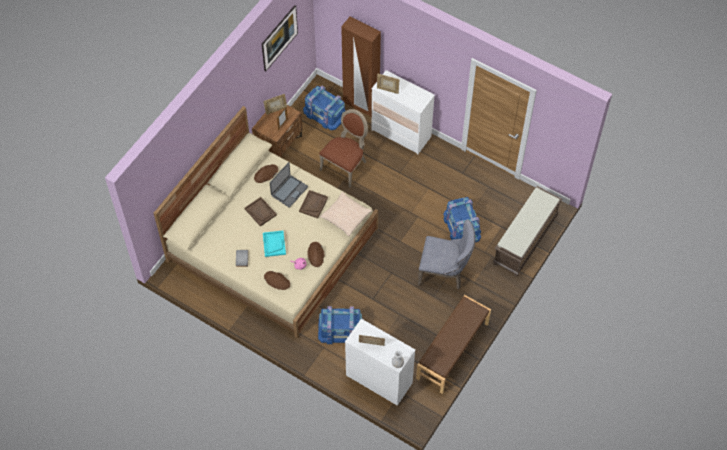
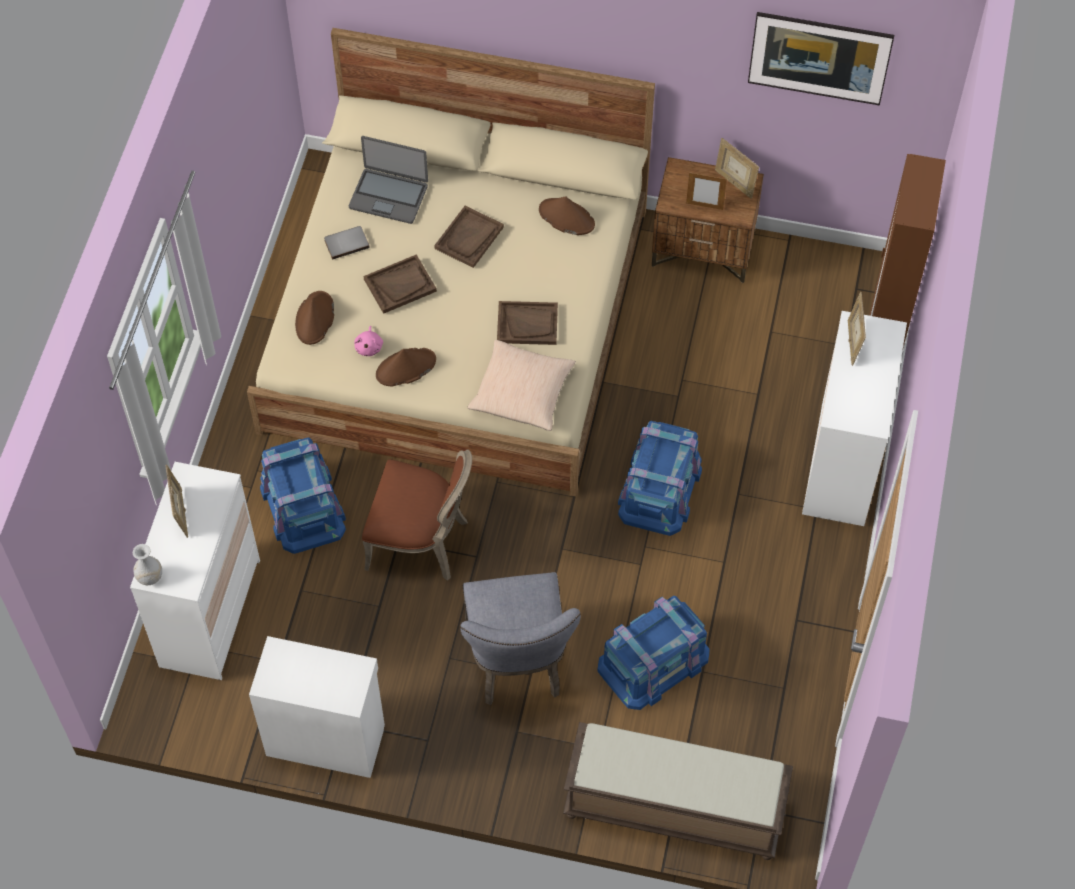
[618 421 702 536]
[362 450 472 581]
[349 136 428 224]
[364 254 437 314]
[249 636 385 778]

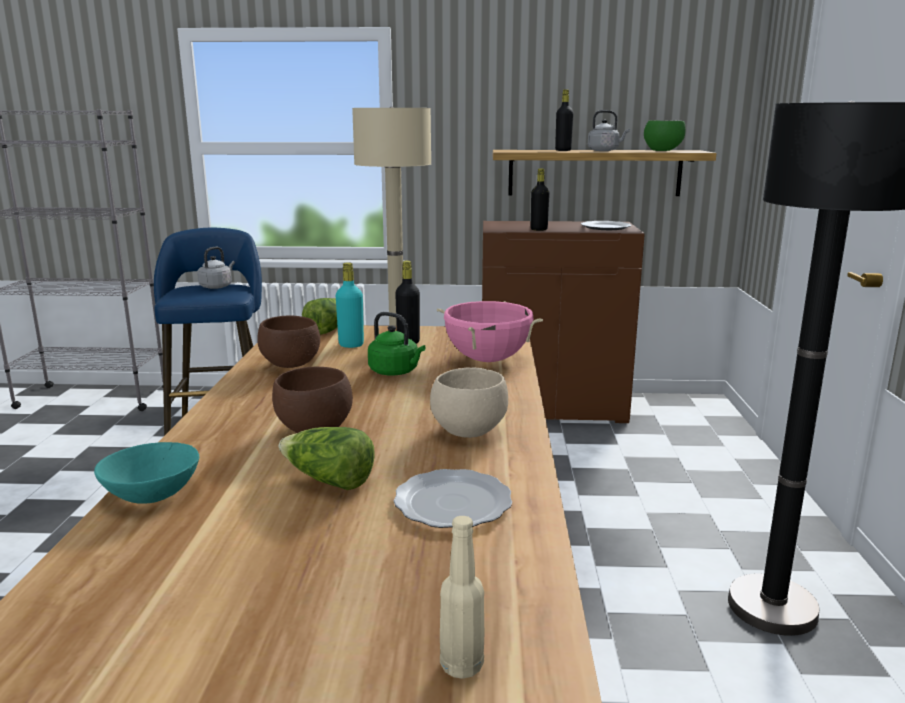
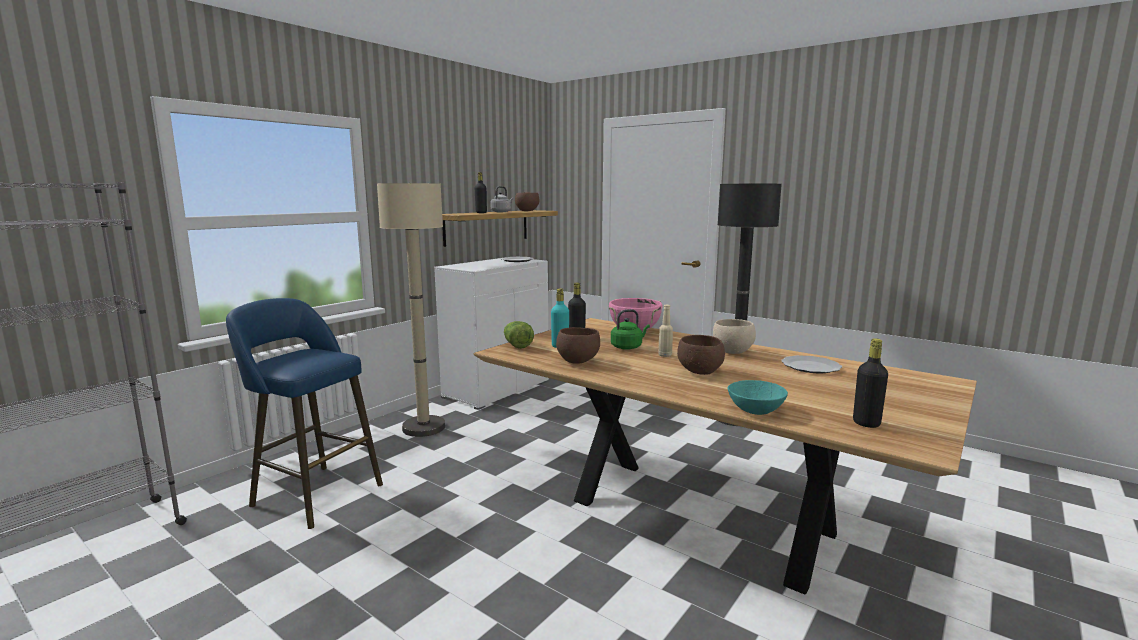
[515 193 539 211]
[853 338 888 428]
[434 258 549 410]
[197 247 235 289] (first image)
[279 427 375 490] (first image)
[658 305 673 357]

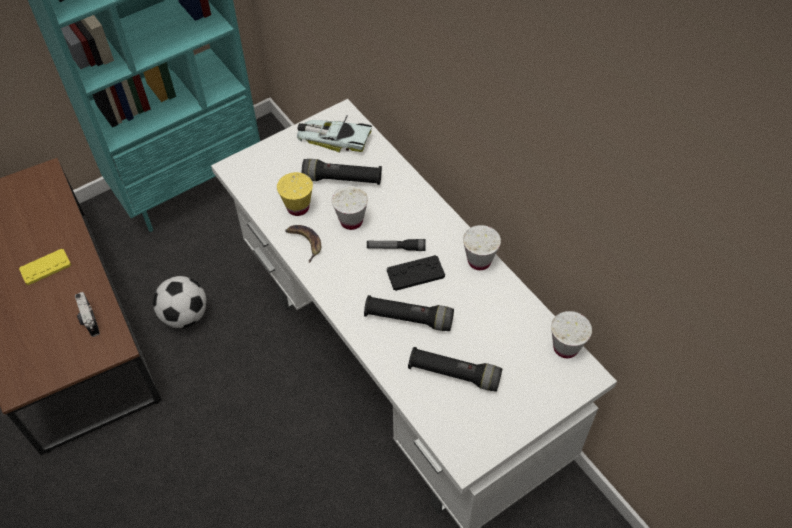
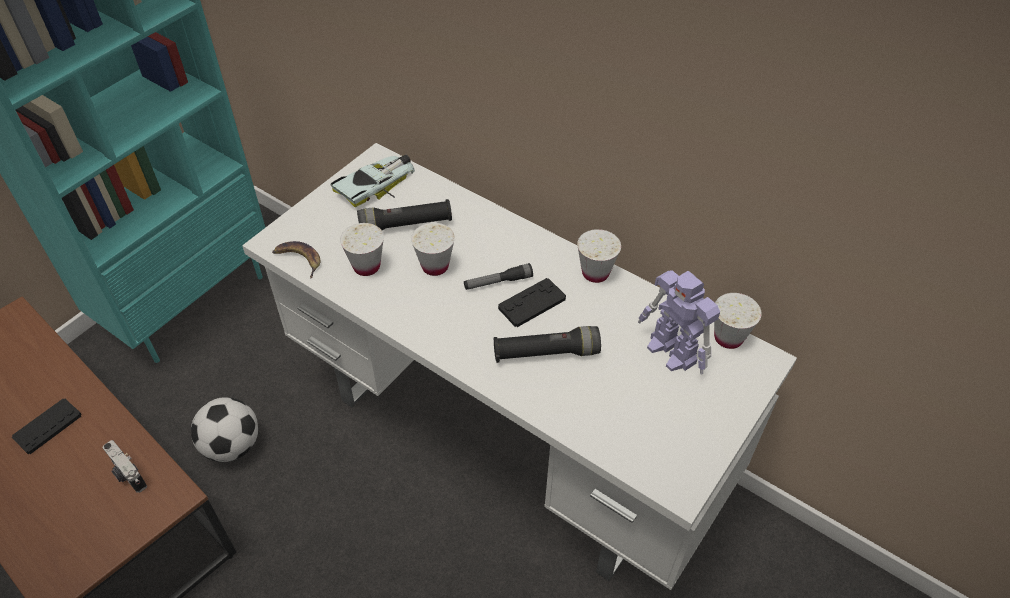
[330 155 415 207]
[340 223 384 276]
[272 241 321 278]
[12 399 82 454]
[408 347 503 392] (first image)
[638 270 720 375]

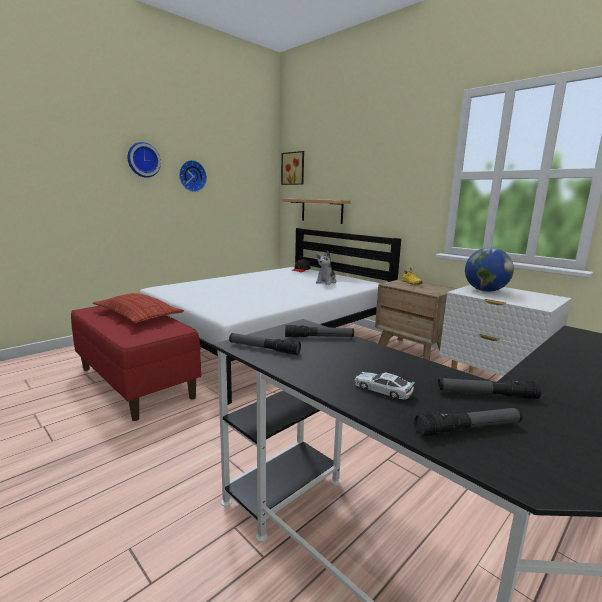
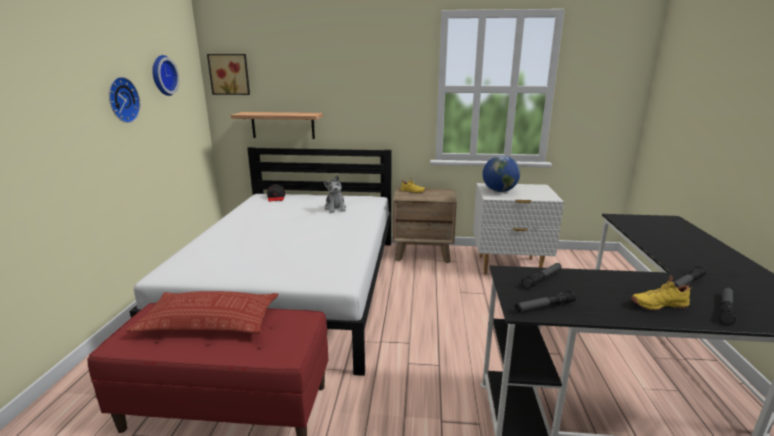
[152 55 180 96]
[631 276 693 310]

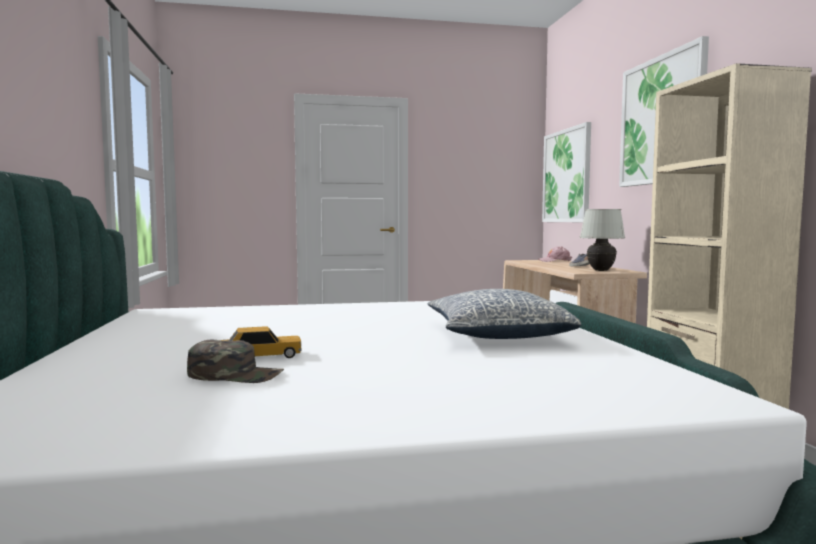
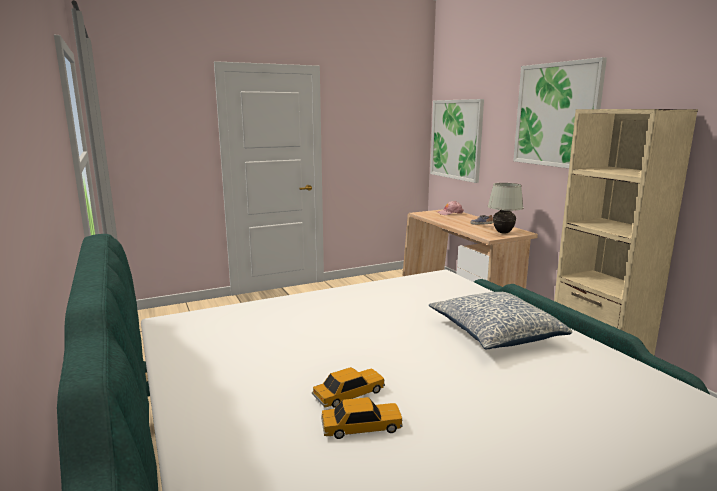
[321 397 403 439]

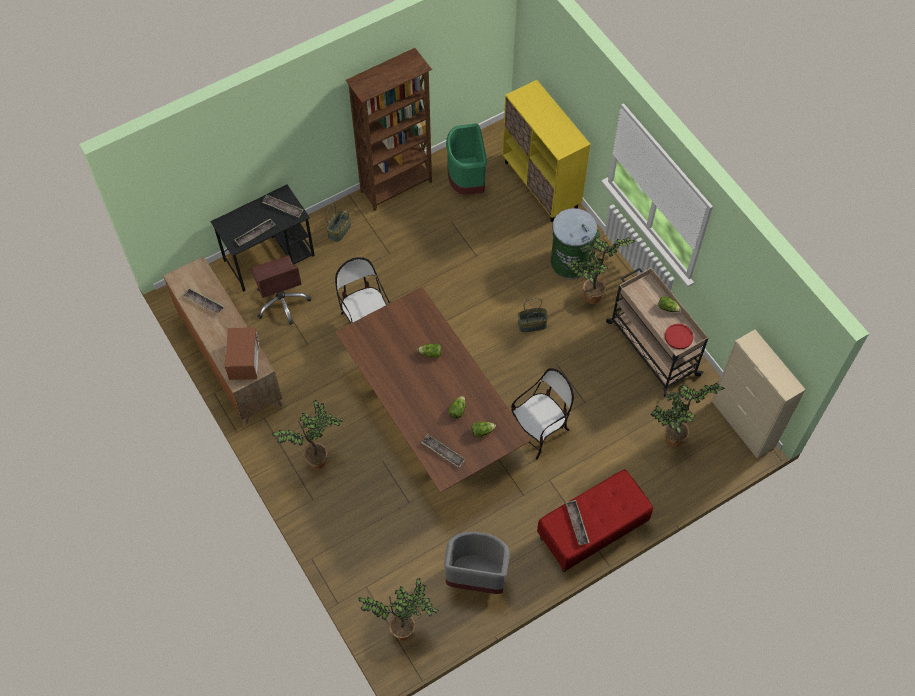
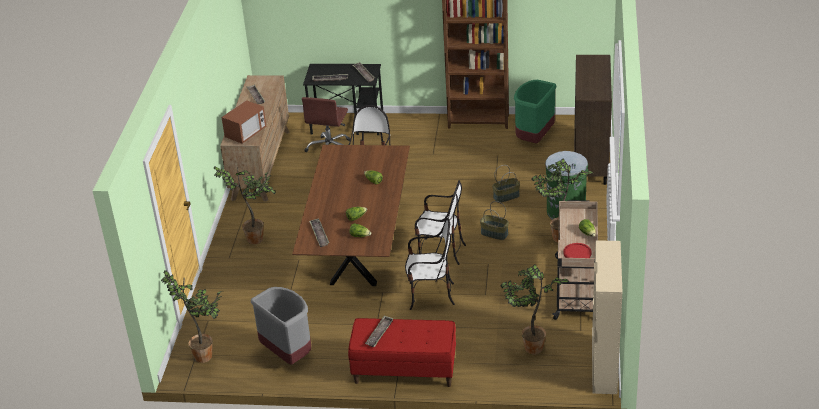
[574 55 612 185]
[492 165 520 203]
[415 180 466 265]

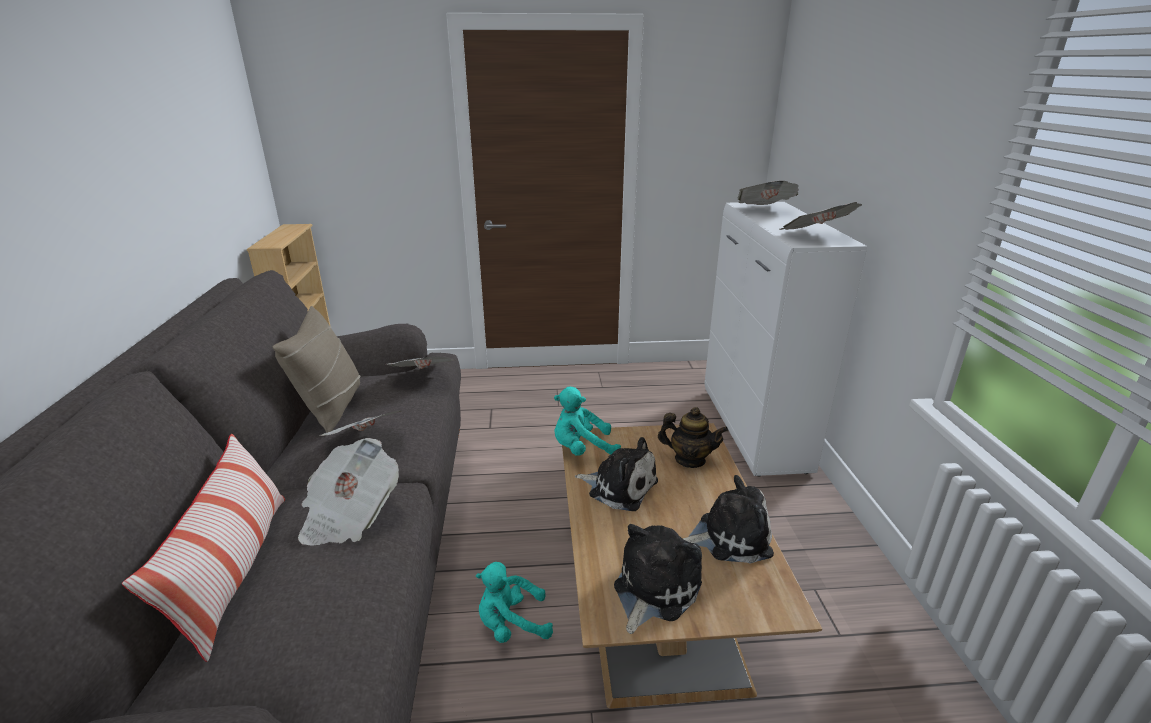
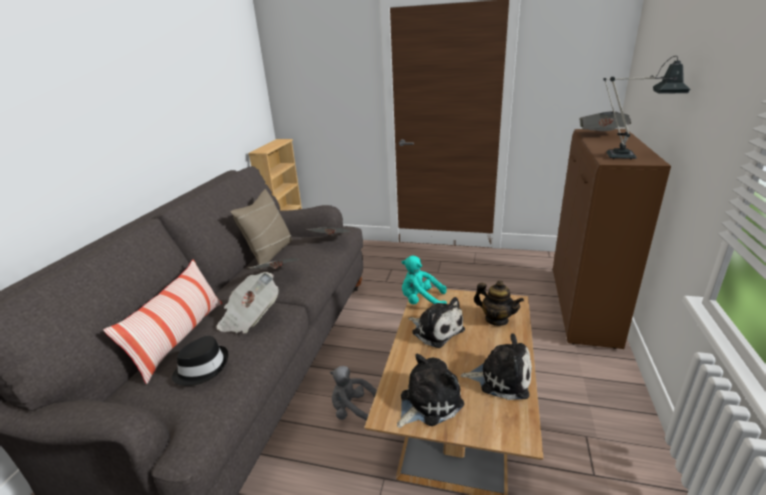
[553 129 671 349]
[603 56 690 160]
[330 366 377 421]
[172 336 228 386]

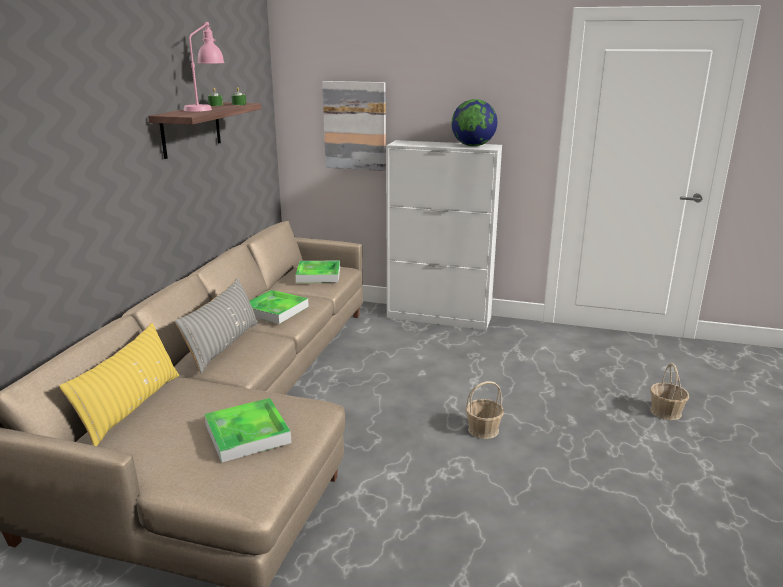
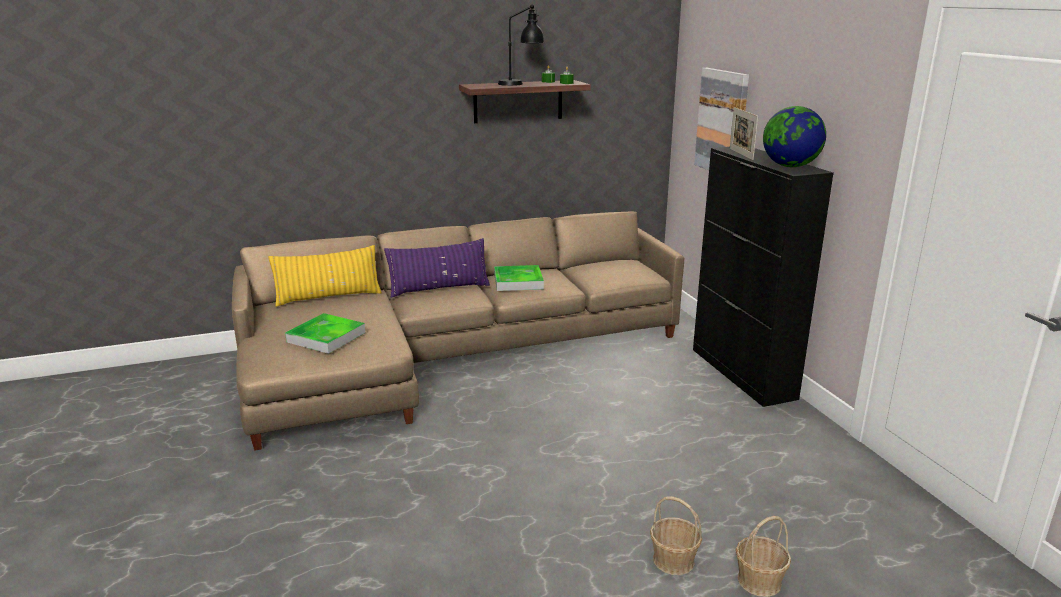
[498 4 545 86]
[693 147 834 407]
[296 260 340 283] (first image)
[384 238 490 298]
[650 496 702 575]
[730 107 758 160]

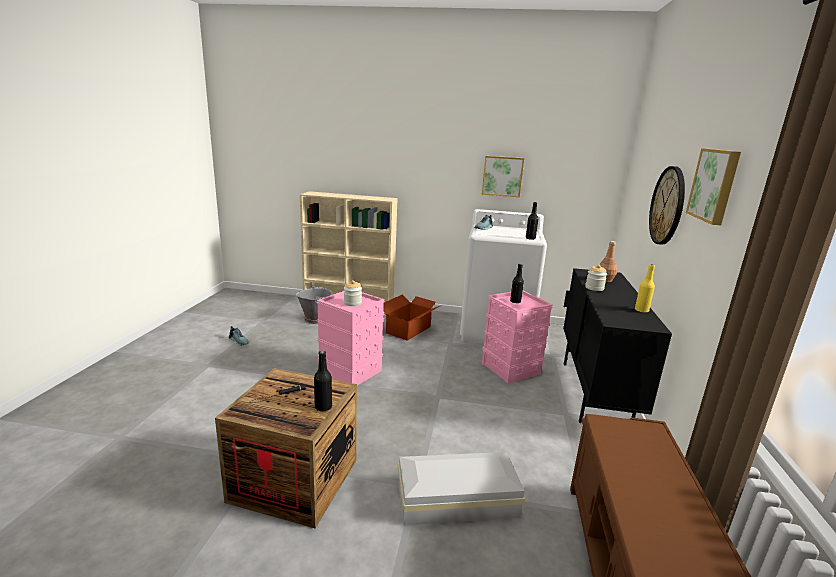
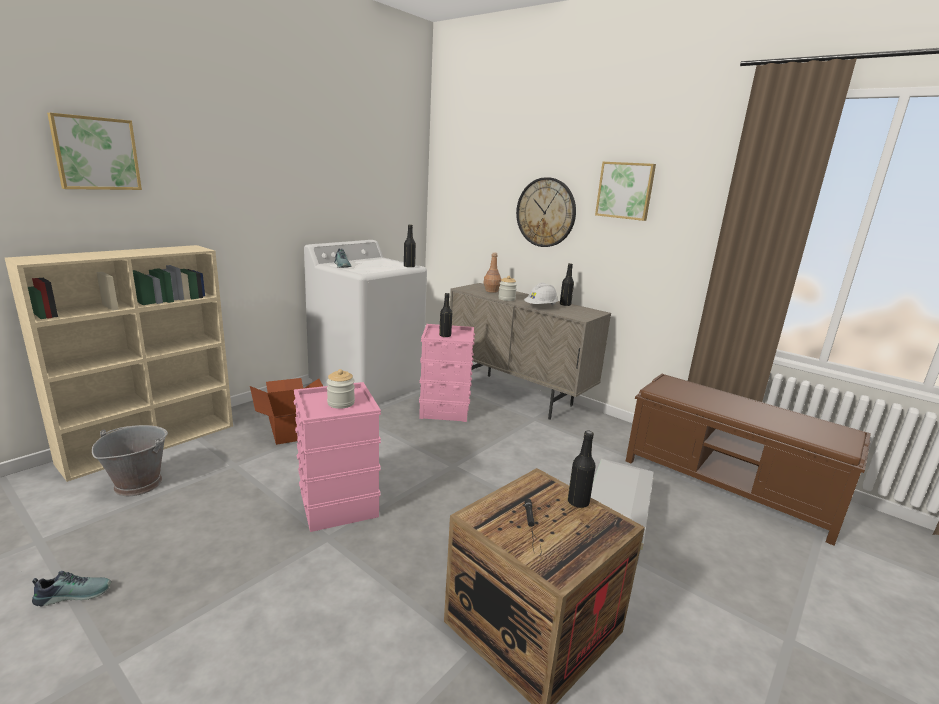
[47 113 142 190]
[560 263 574 306]
[450 283 611 420]
[524 283 558 306]

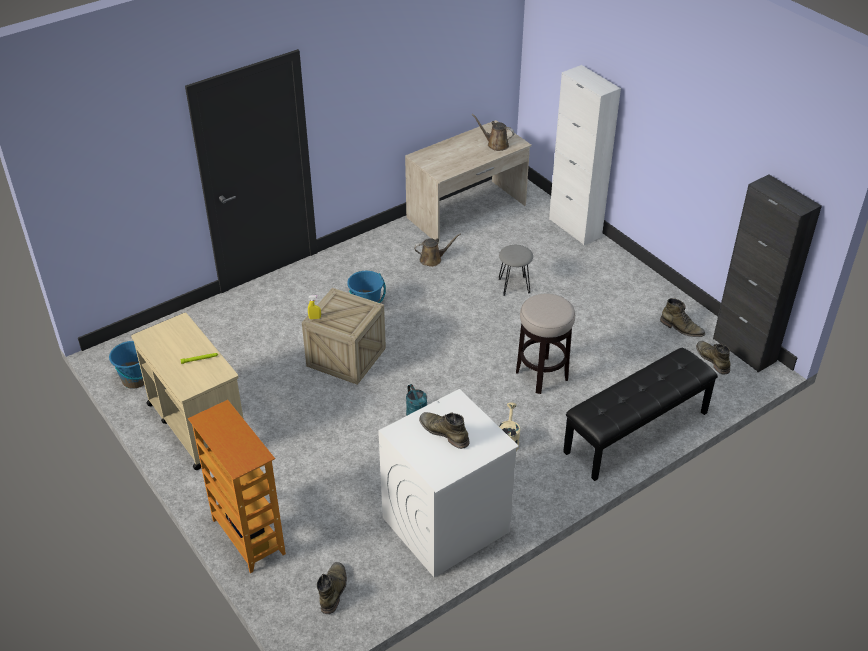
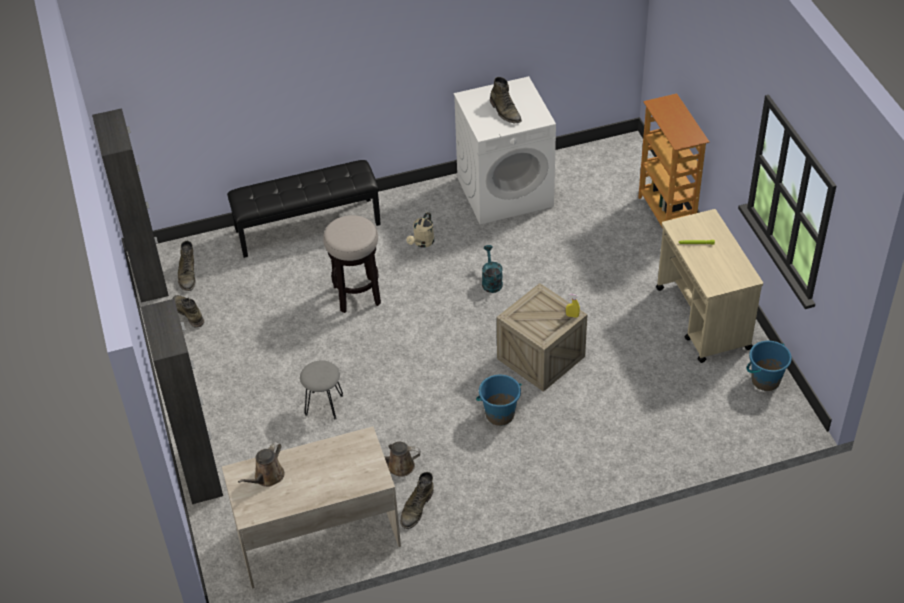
[141 299 223 504]
[238 442 284 487]
[400 472 434 529]

